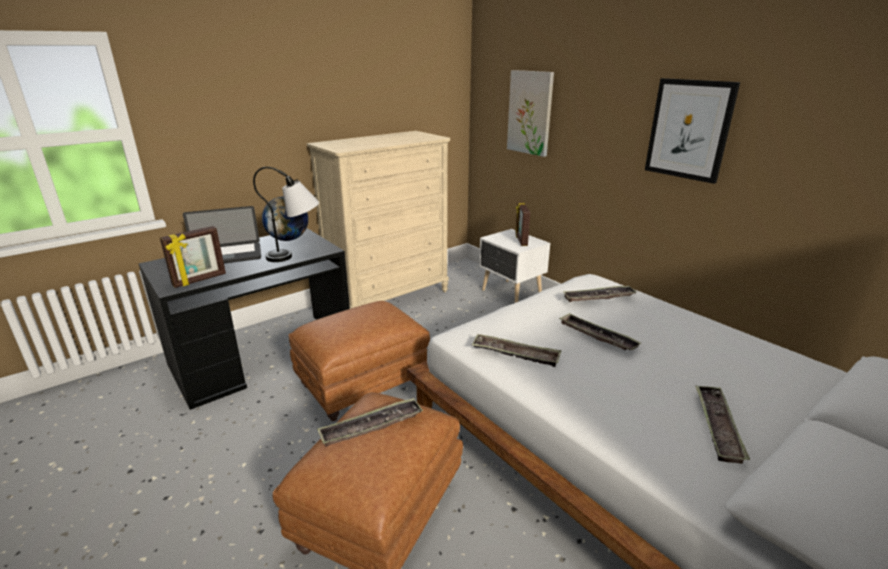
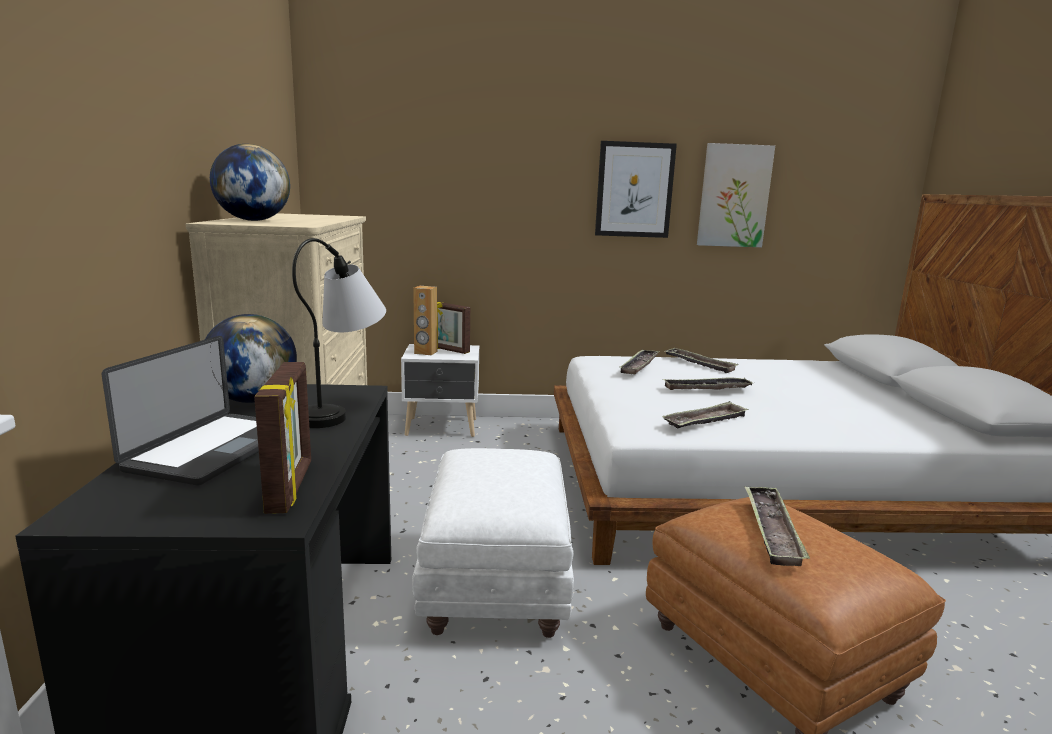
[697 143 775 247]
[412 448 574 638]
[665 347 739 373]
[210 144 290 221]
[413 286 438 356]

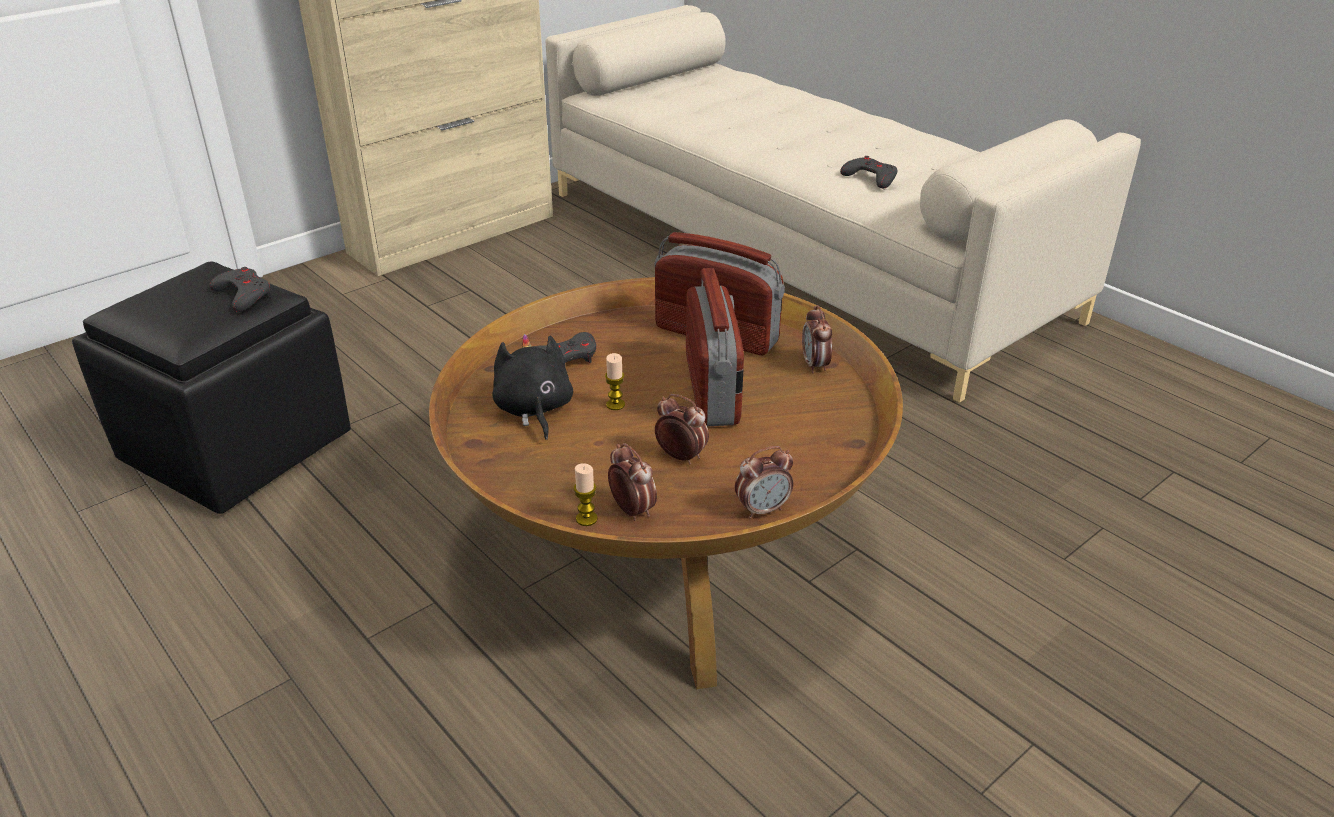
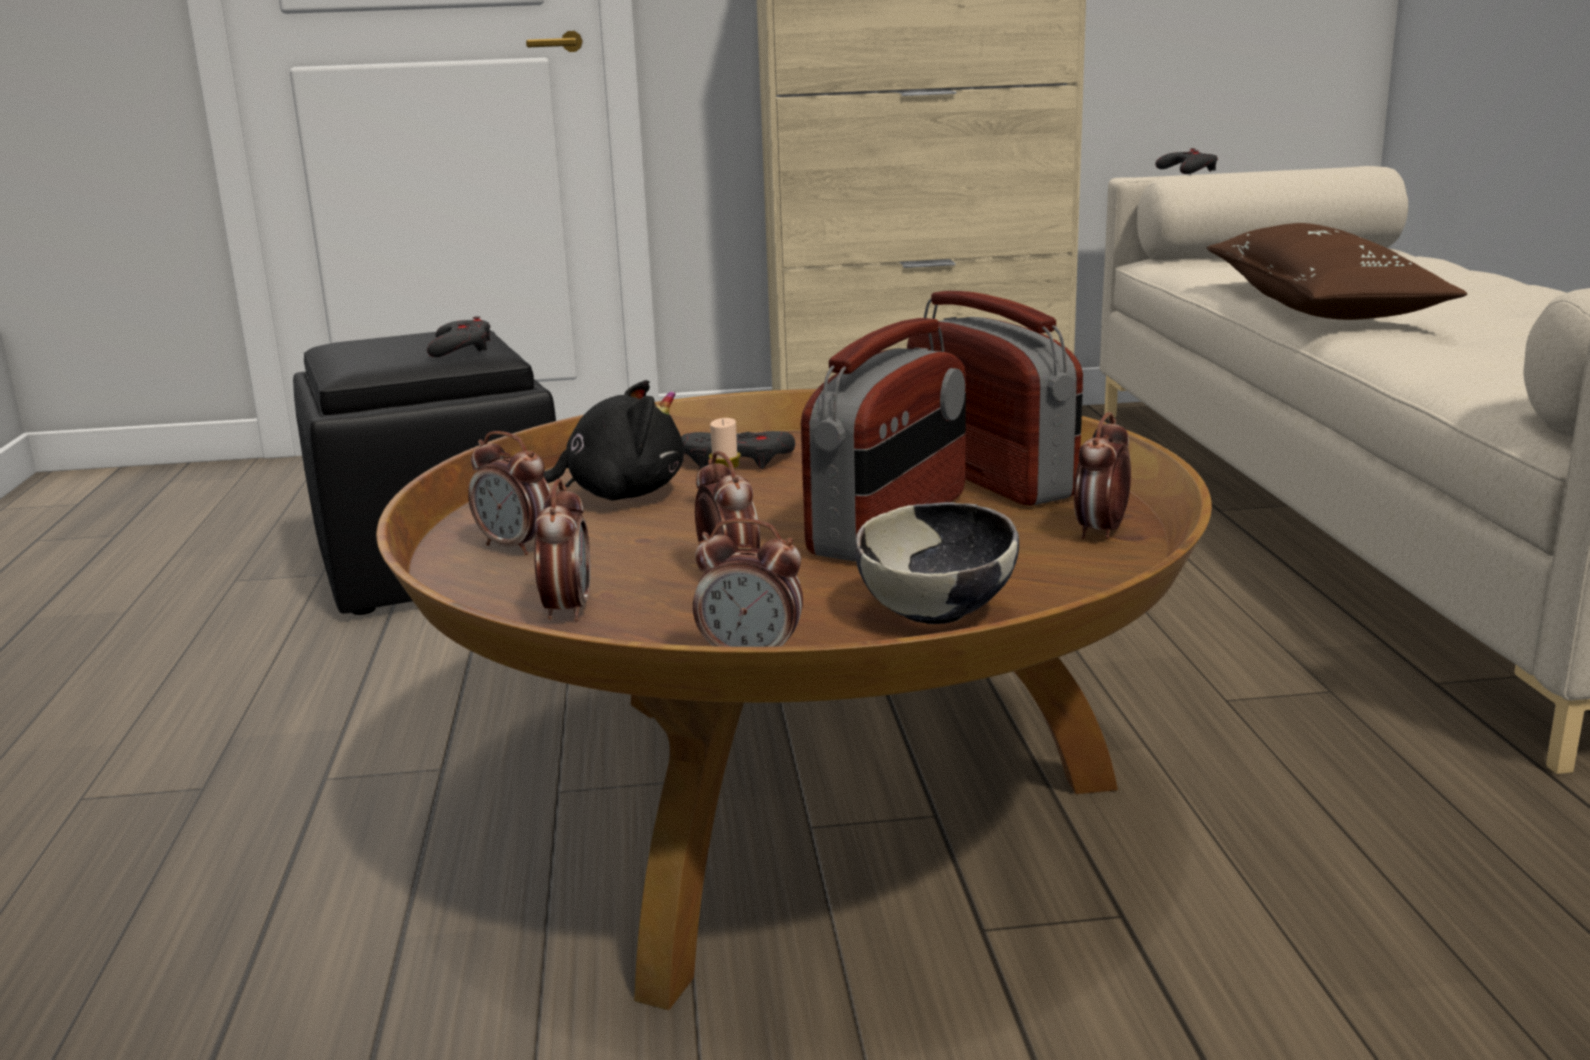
[1155 148 1218 174]
[543 380 684 500]
[574 463 598 526] (first image)
[1207 223 1467 320]
[468 431 551 555]
[855 502 1019 624]

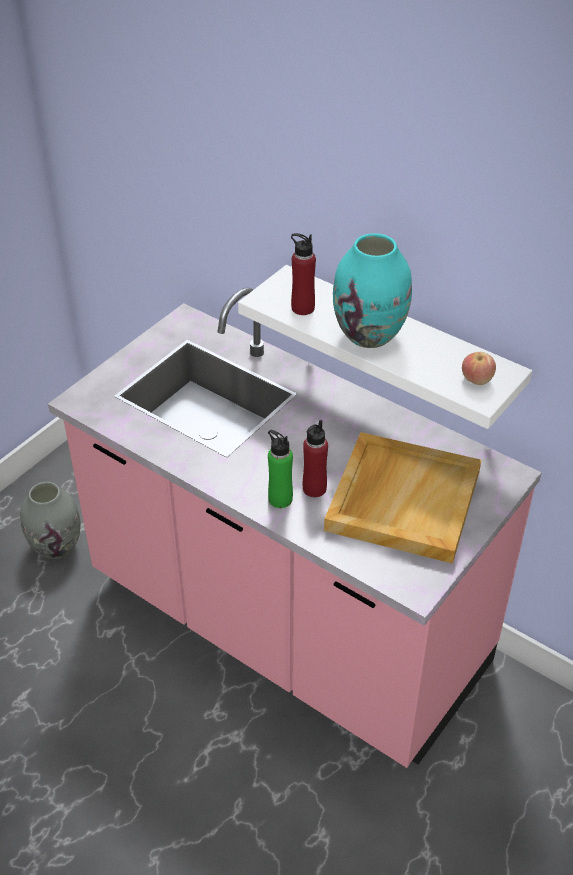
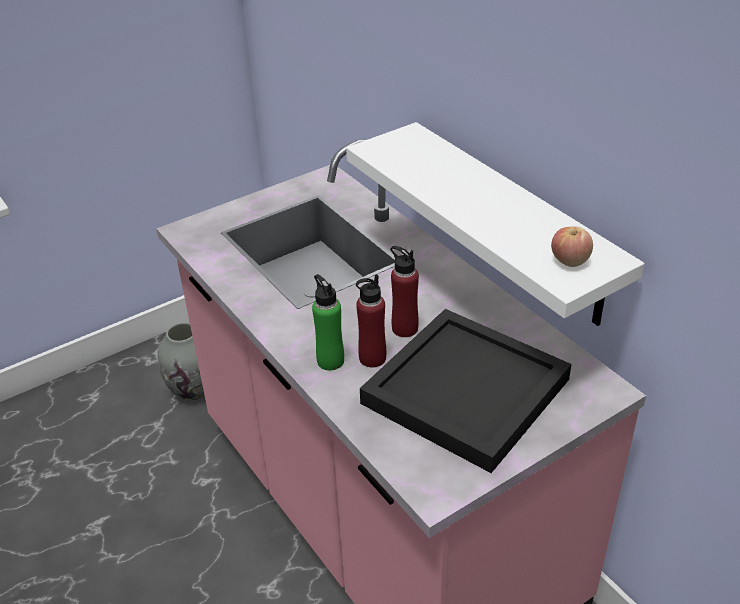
[390 246 419 337]
[333 233 412 348] (first image)
[360 309 572 473]

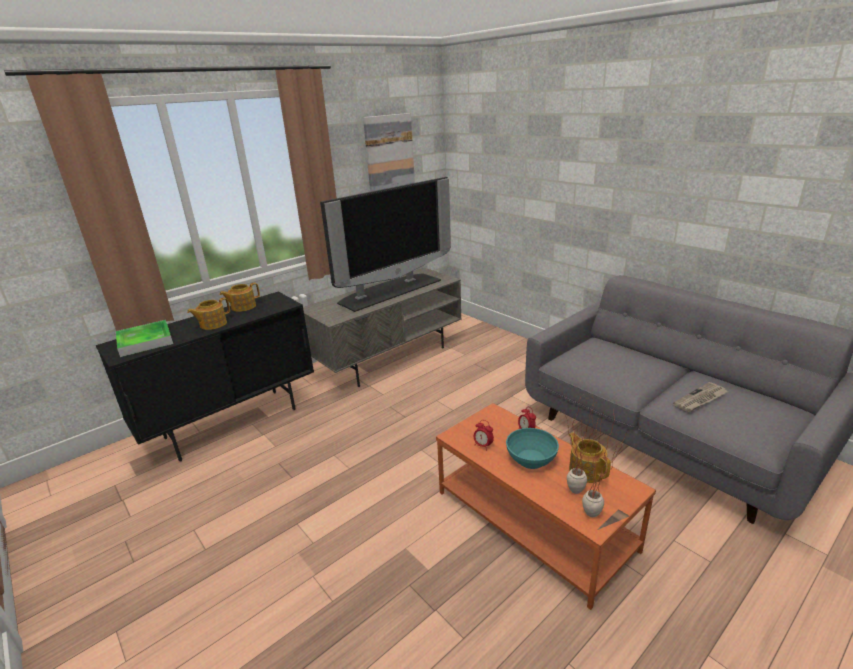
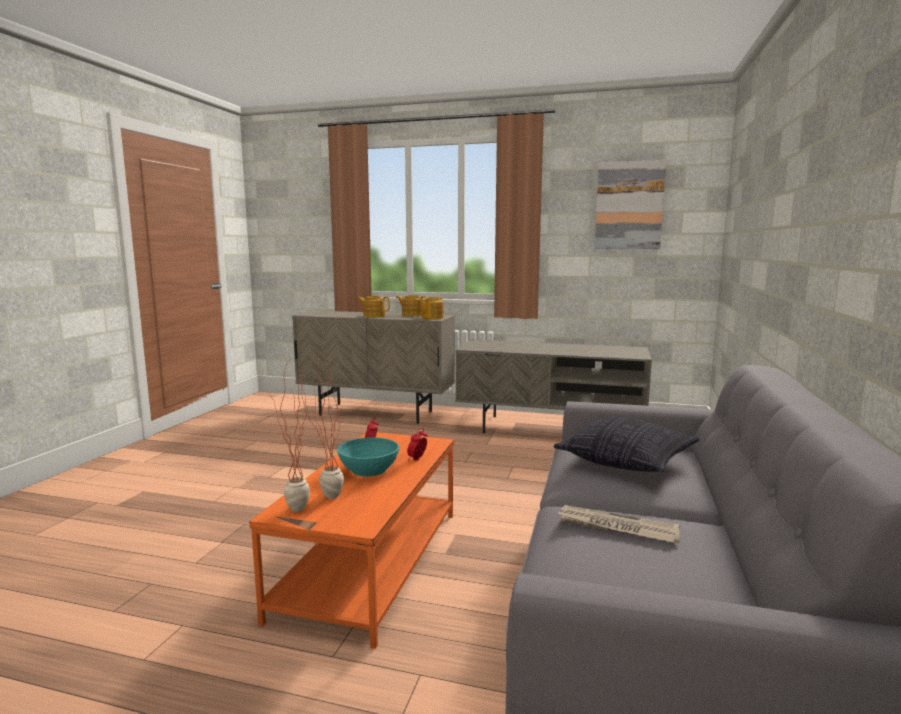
[320 177 451 312] (first image)
[292 311 455 424]
[116 320 173 357] (first image)
[422 297 444 319]
[553 416 700 472]

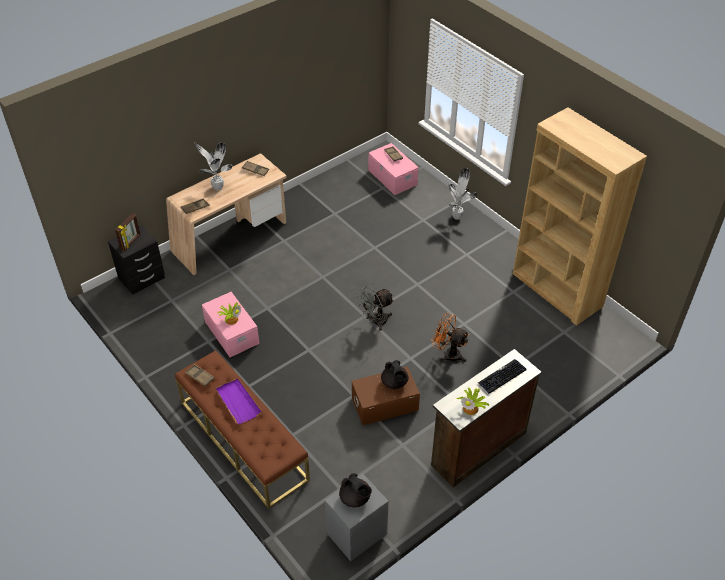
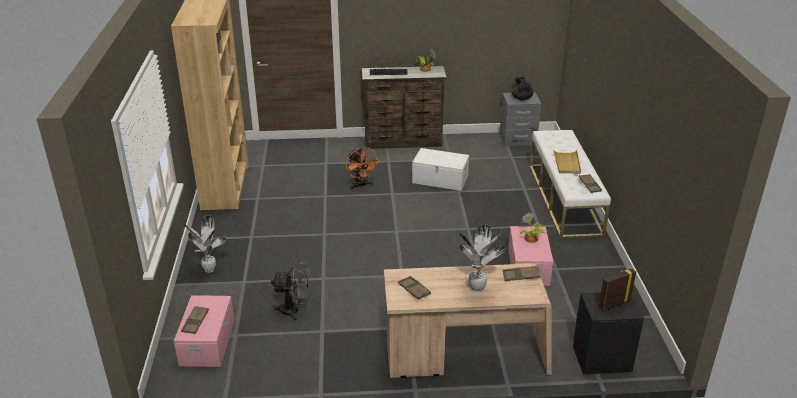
[271 261 310 320]
[529 130 611 239]
[381 360 409 389] (first image)
[412 148 469 191]
[553 150 581 174]

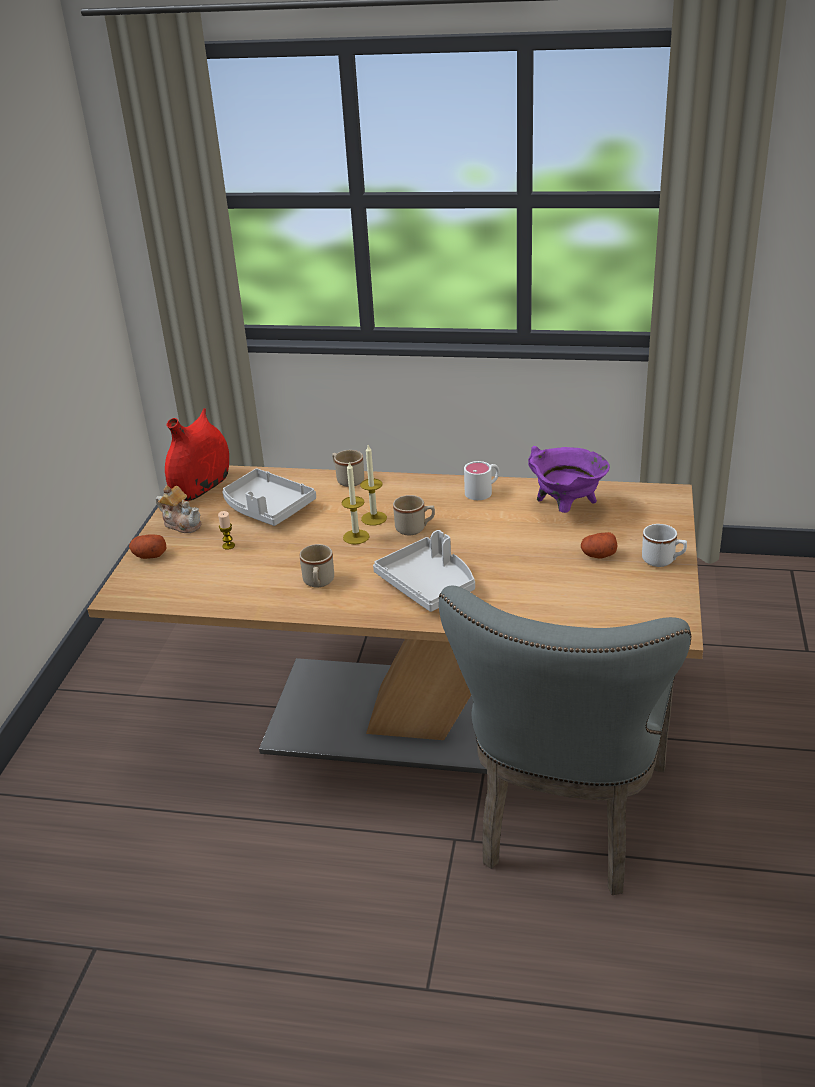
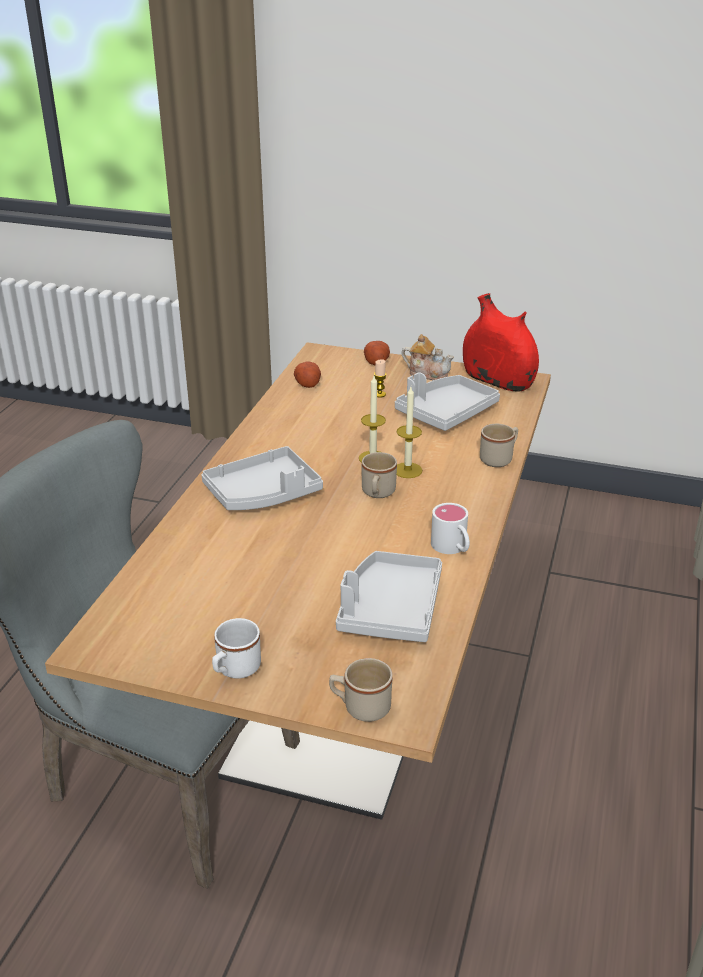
[336 551 442 642]
[402 334 454 380]
[294 361 321 388]
[329 658 393 722]

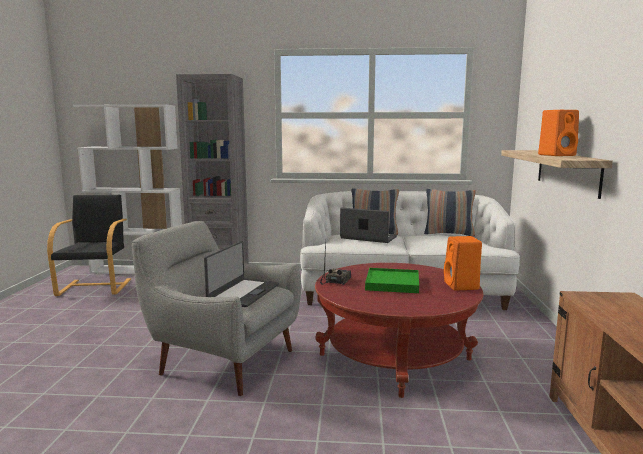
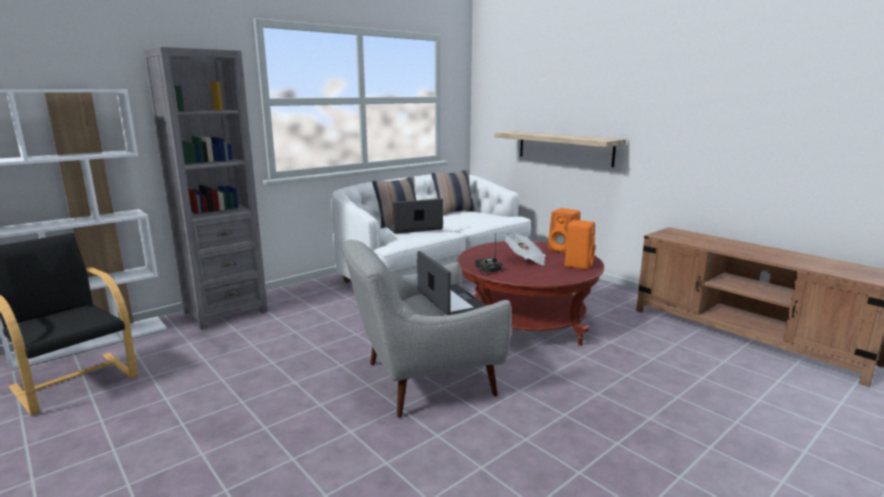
[565 220 595 270]
[505 232 546 265]

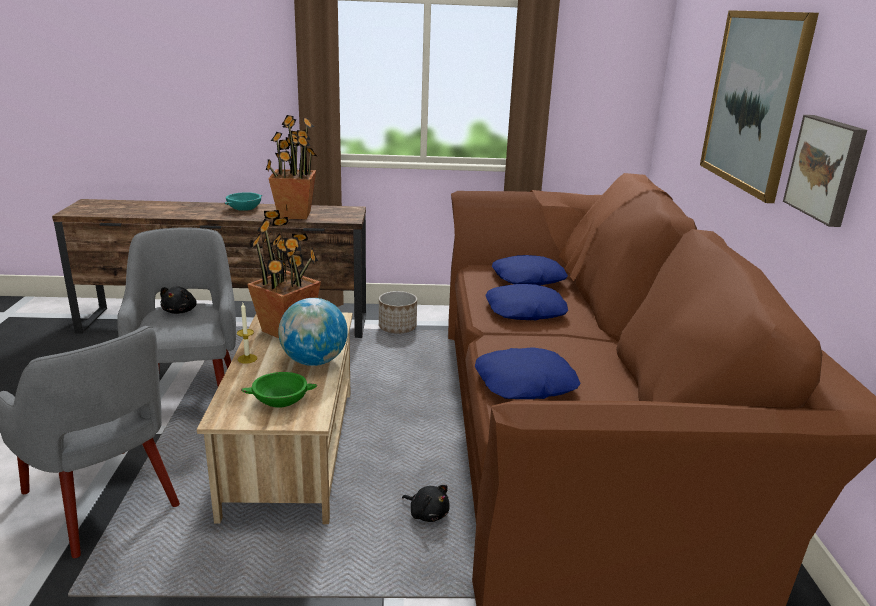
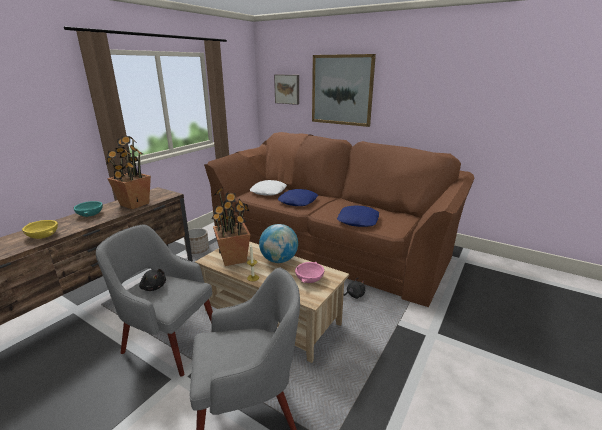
[274 75 299 105]
[250 180 287 196]
[295 262 324 283]
[22 220 58 239]

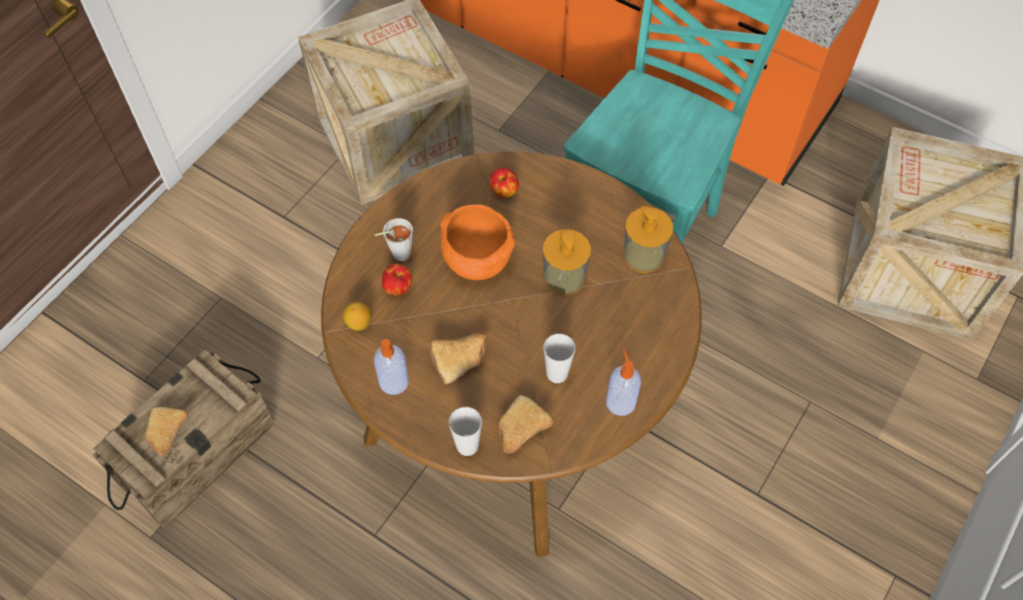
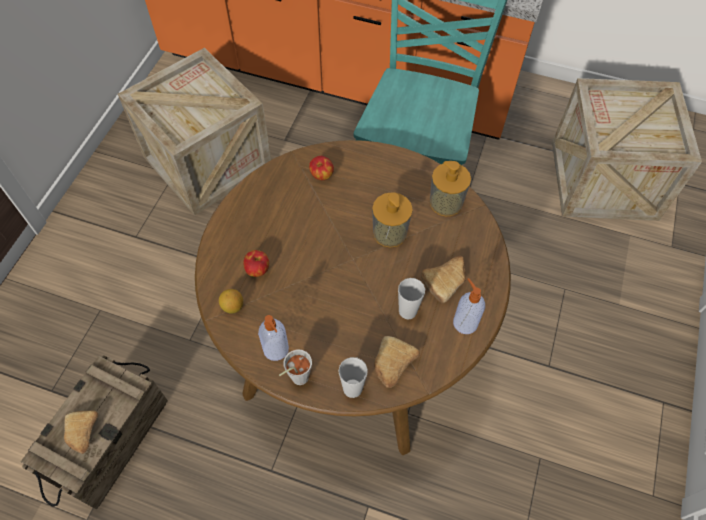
[440 204 515 280] (first image)
[279 349 312 385]
[421 256 466 303]

